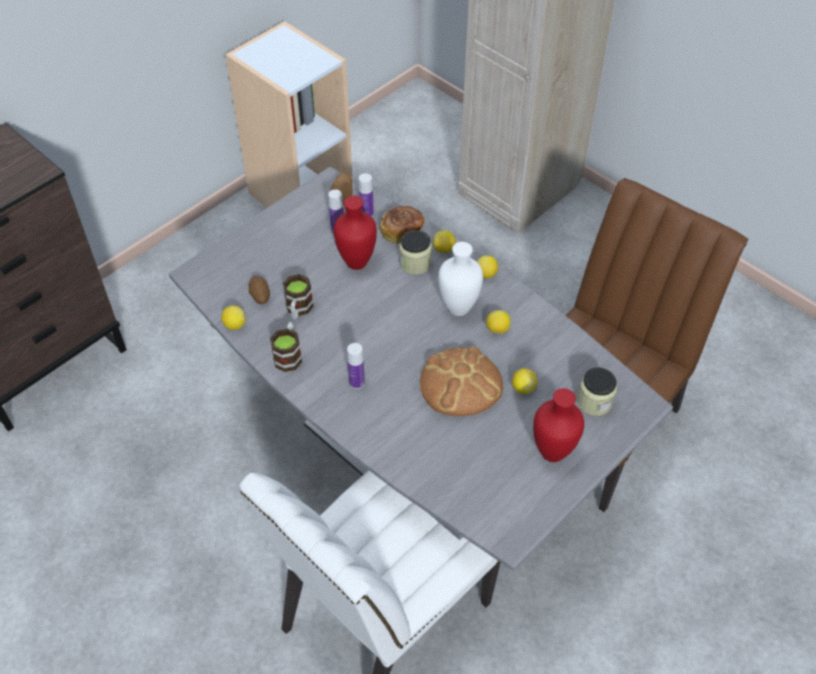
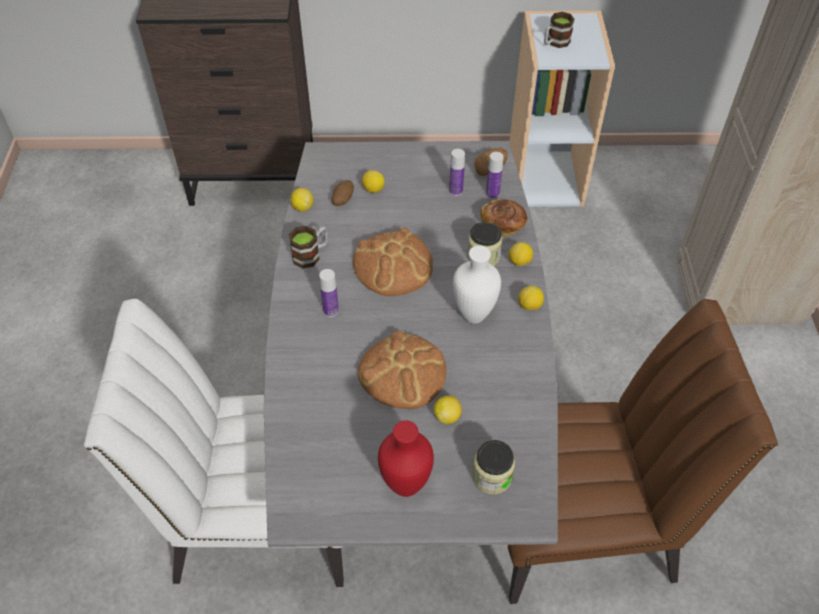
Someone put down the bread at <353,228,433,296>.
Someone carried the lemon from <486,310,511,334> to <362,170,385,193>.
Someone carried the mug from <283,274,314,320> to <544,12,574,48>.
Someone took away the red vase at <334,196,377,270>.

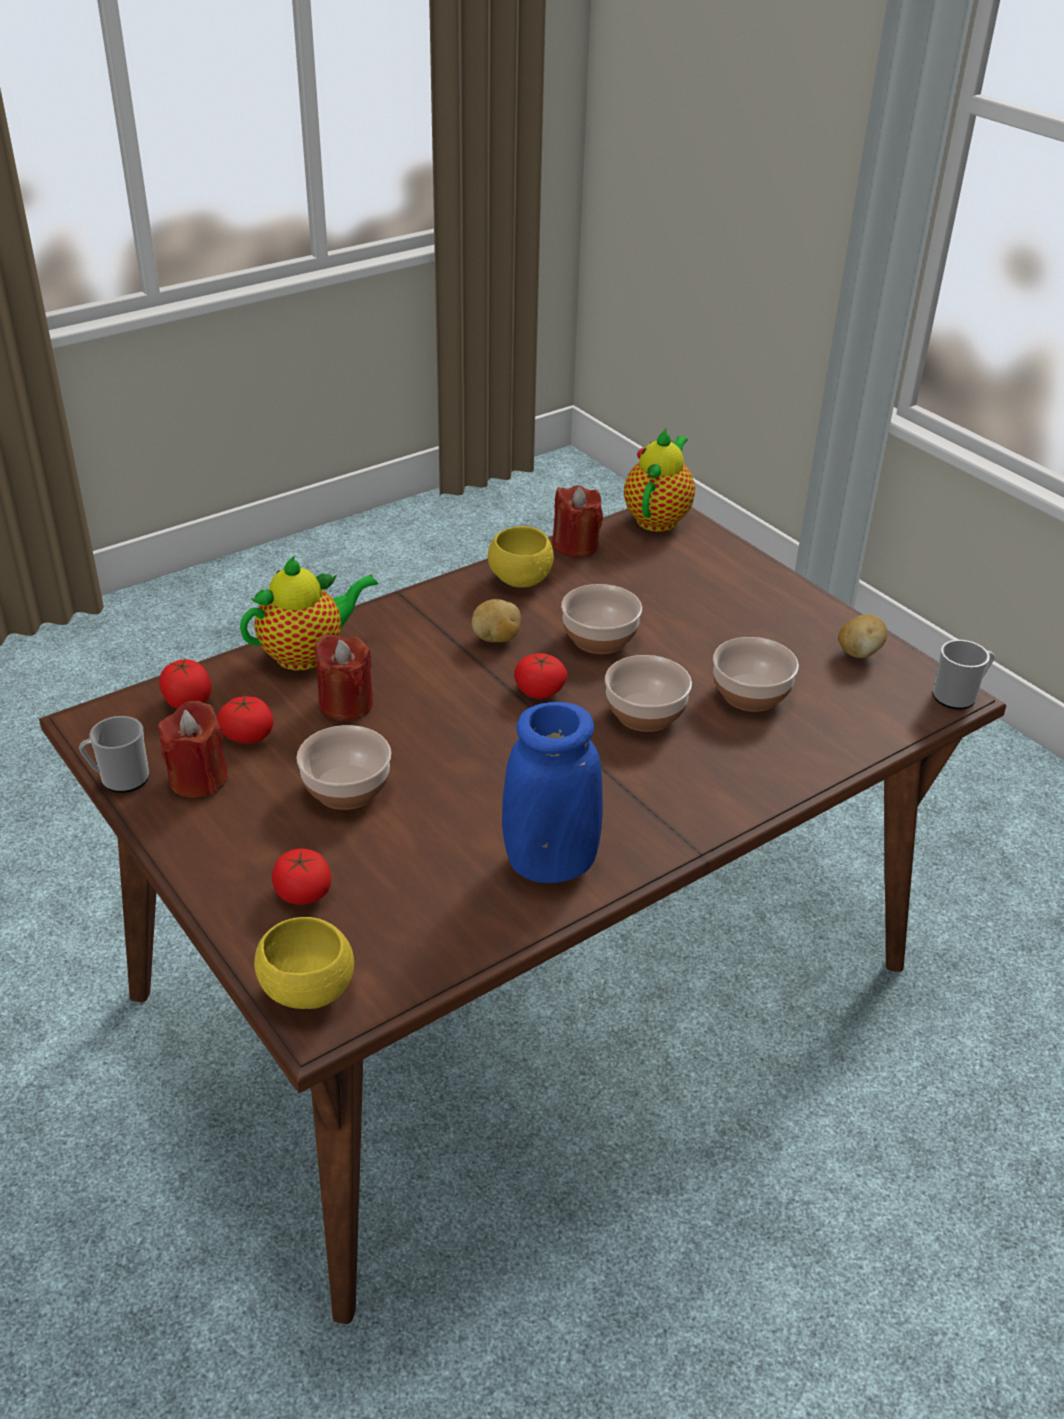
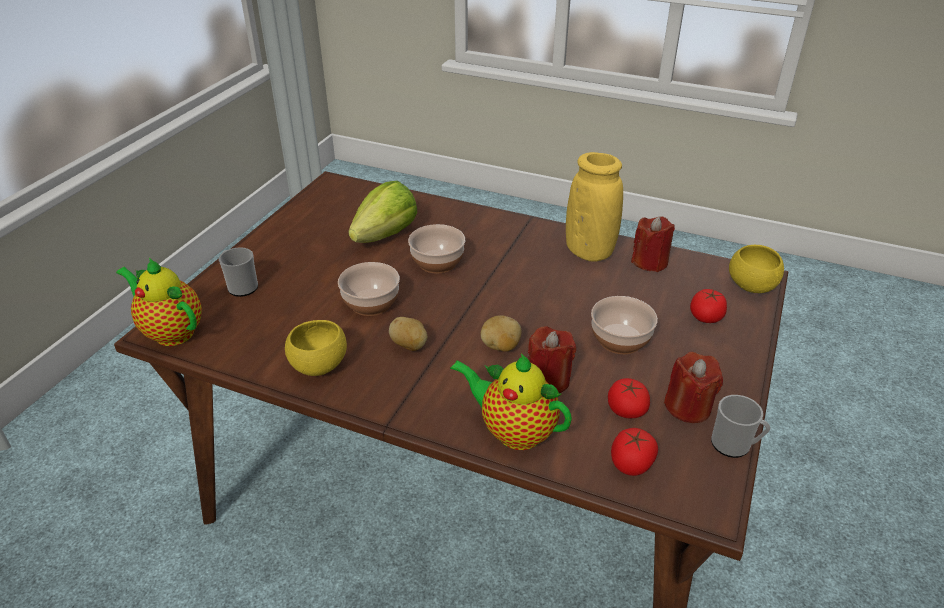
Someone rotated the teapot at <624,429,695,532> by 45 degrees clockwise.
Someone carried the mug from <933,640,995,710> to <219,247,258,297>.
Someone swapped the bowl at <713,637,799,712> for the lettuce at <348,181,417,243>.
Someone carried the potato from <838,614,887,658> to <481,315,521,352>.
Someone repainted the blue vase at <502,702,603,883>, which became the yellow vase at <566,152,623,262>.
Someone carried the red candle from <553,485,603,558> to <631,216,675,272>.
Someone took away the tomato at <514,653,567,699>.

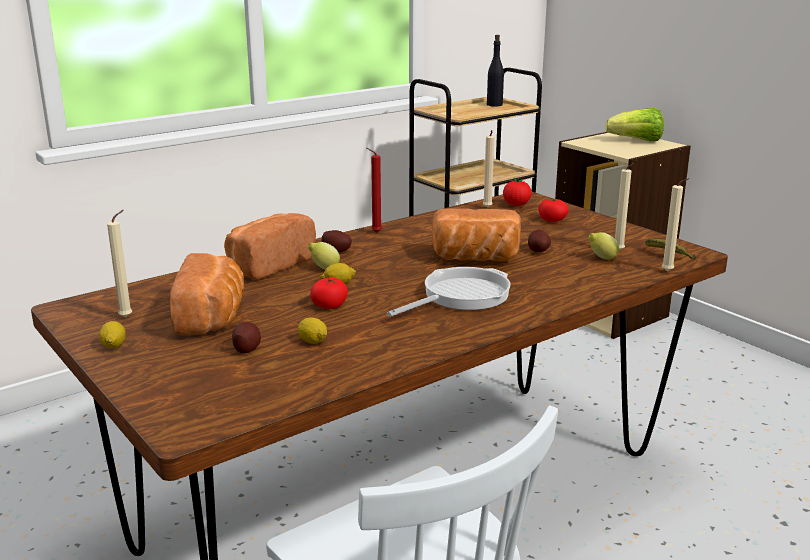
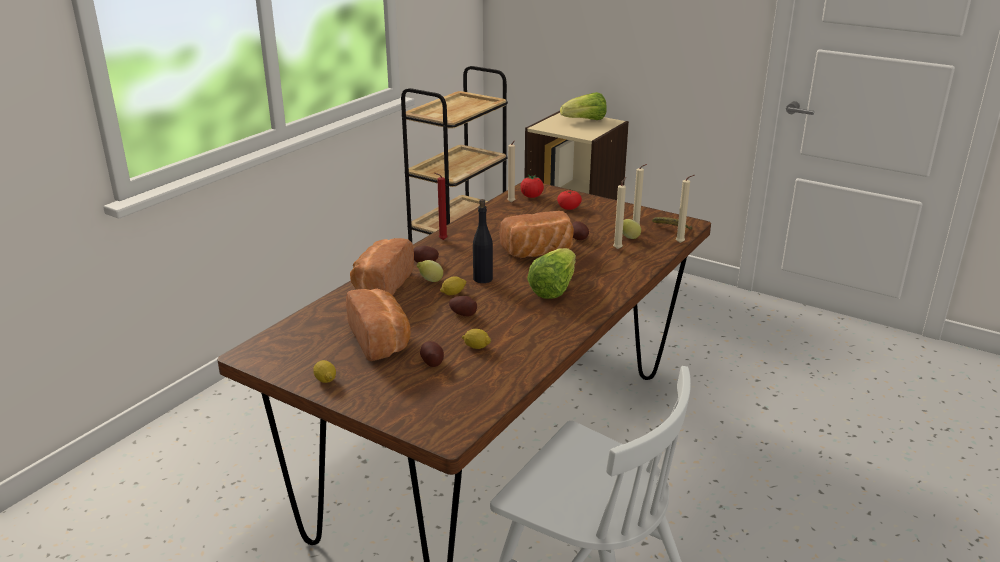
Someone swapped the tomato at <310,278,348,309> for the potato at <449,296,477,316>.
Someone carried the black bottle from <487,35,504,107> to <473,199,493,283>.
Someone swapped the frying pan at <387,267,511,317> for the lettuce at <527,248,576,299>.
Someone carried the beige candle from <107,210,132,317> to <613,177,626,249>.

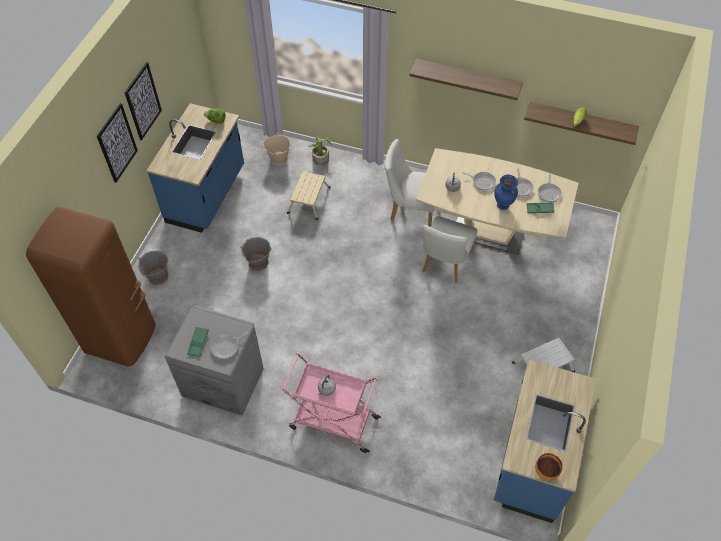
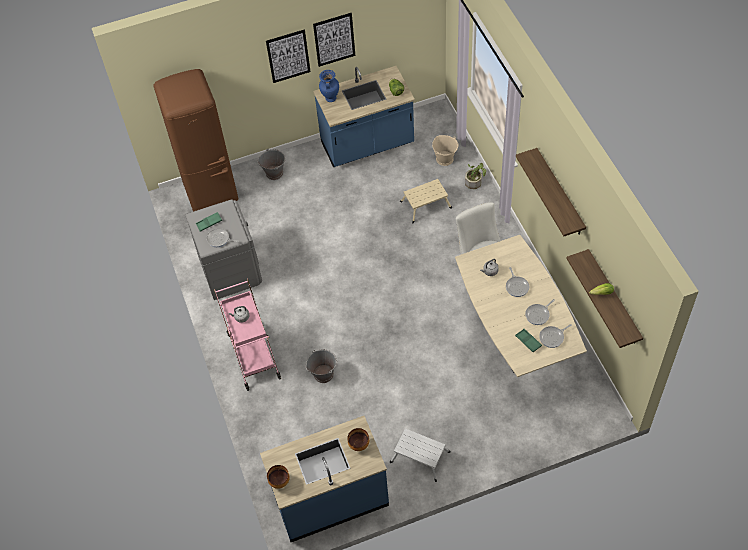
Someone carried the grey bucket from <240,237,272,271> to <306,349,337,383>.
Someone carried the blue vase from <494,175,518,210> to <319,70,339,102>.
Someone put down the bowl at <347,428,369,451>.
Someone took away the white chair at <422,216,478,283>.

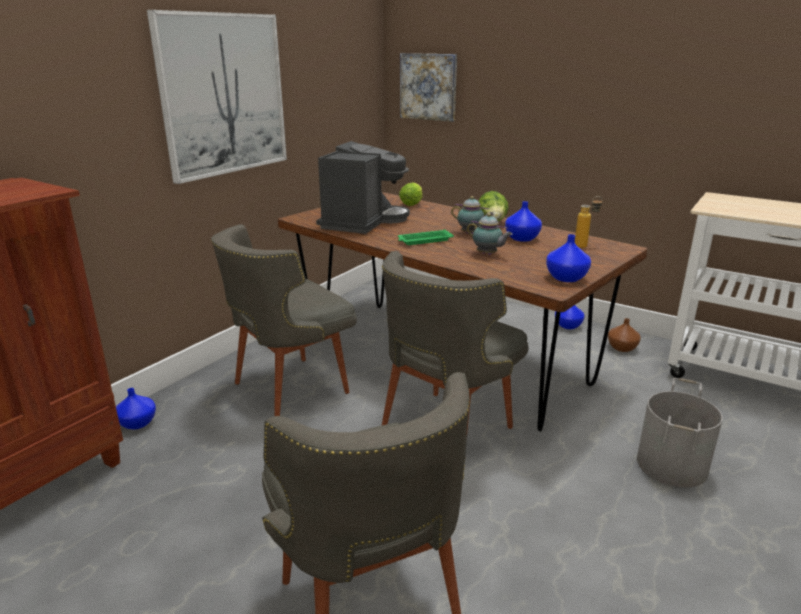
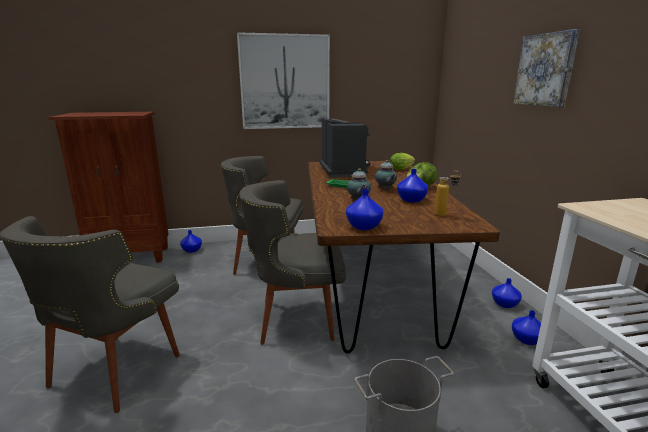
Someone rotated the coffee machine at <316,141,410,234> by 75 degrees counterclockwise.
Someone repainted the brown vase at <608,318,641,352>, which became the blue vase at <512,310,541,345>.
Someone carried the picture from <400,53,457,122> to <513,29,580,107>.

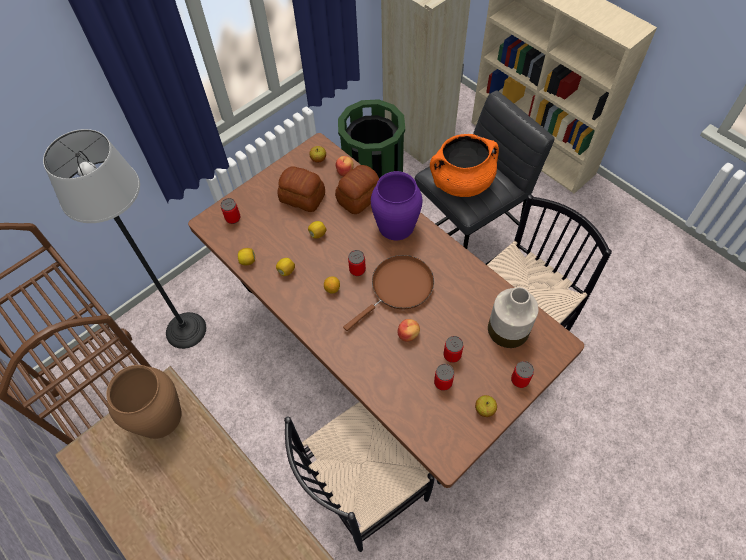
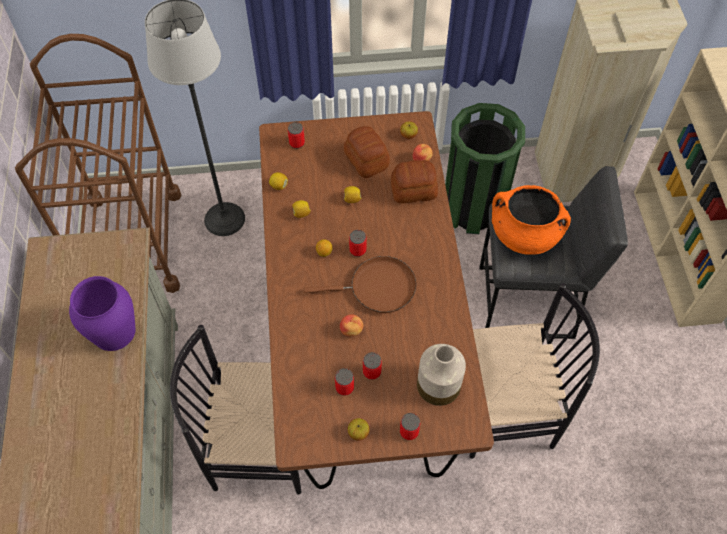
Someone carried the purple vase from <371,171,422,240> to <69,276,136,351>.
Someone took away the brown vase at <106,365,182,439>.

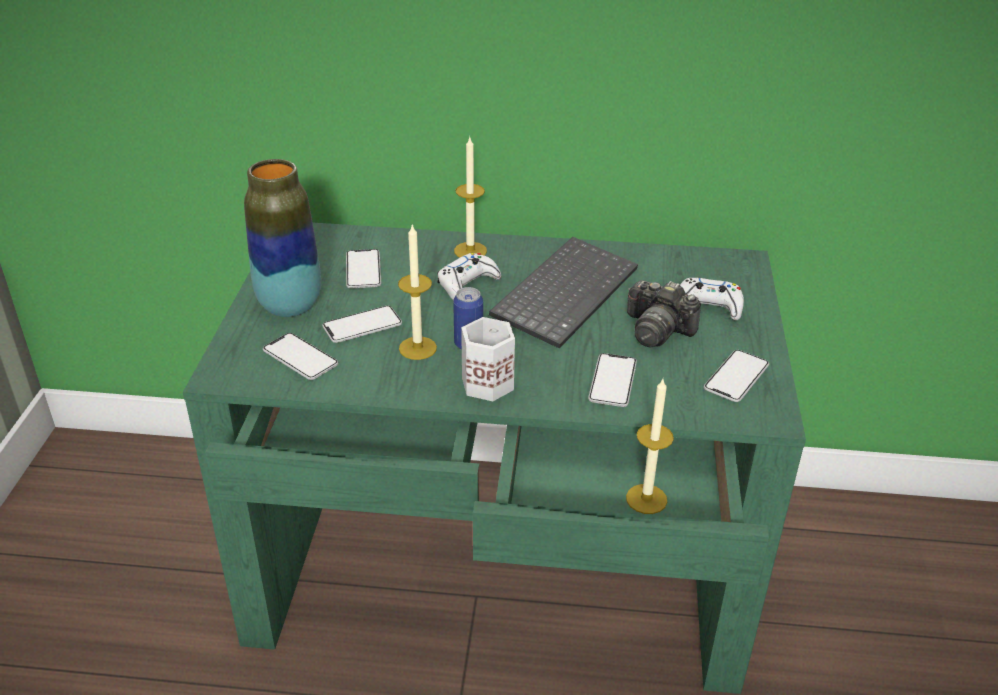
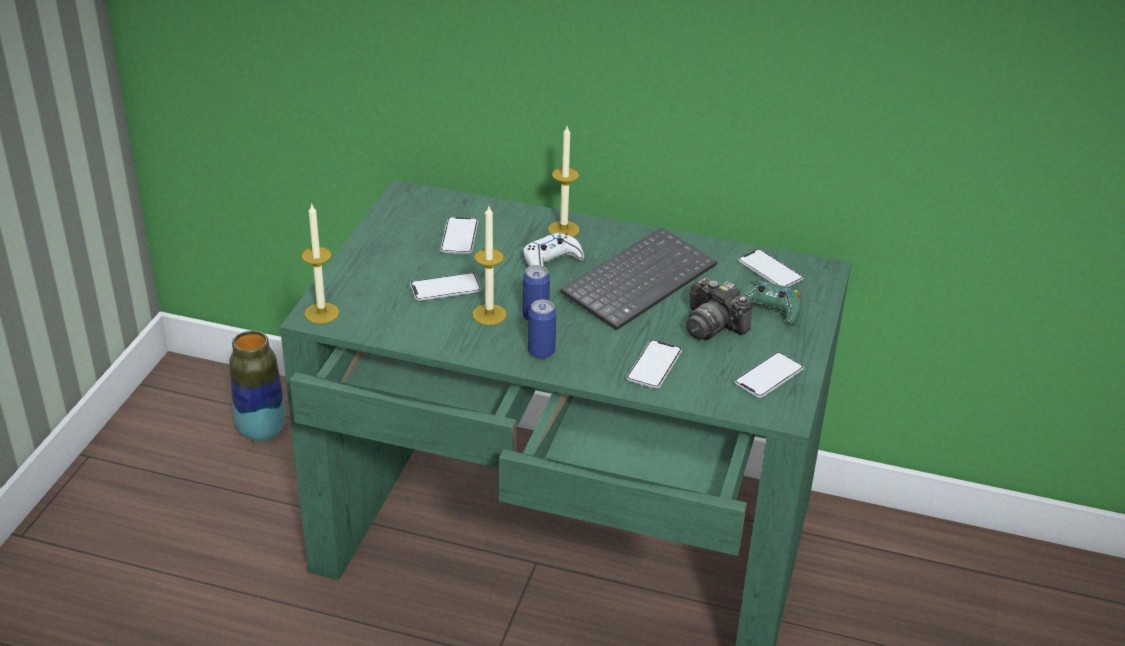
Someone carried the vase from <244,159,321,317> to <229,331,286,442>.
Someone carried the candle from <626,379,674,514> to <301,204,339,324>.
Someone swapped the white mug at <461,317,515,401> for the can at <528,299,556,359>.
Someone carried the phone from <263,333,339,380> to <738,249,804,287>.
Someone repainted the white game controller at <680,278,744,320>, which became the green game controller at <740,280,802,325>.

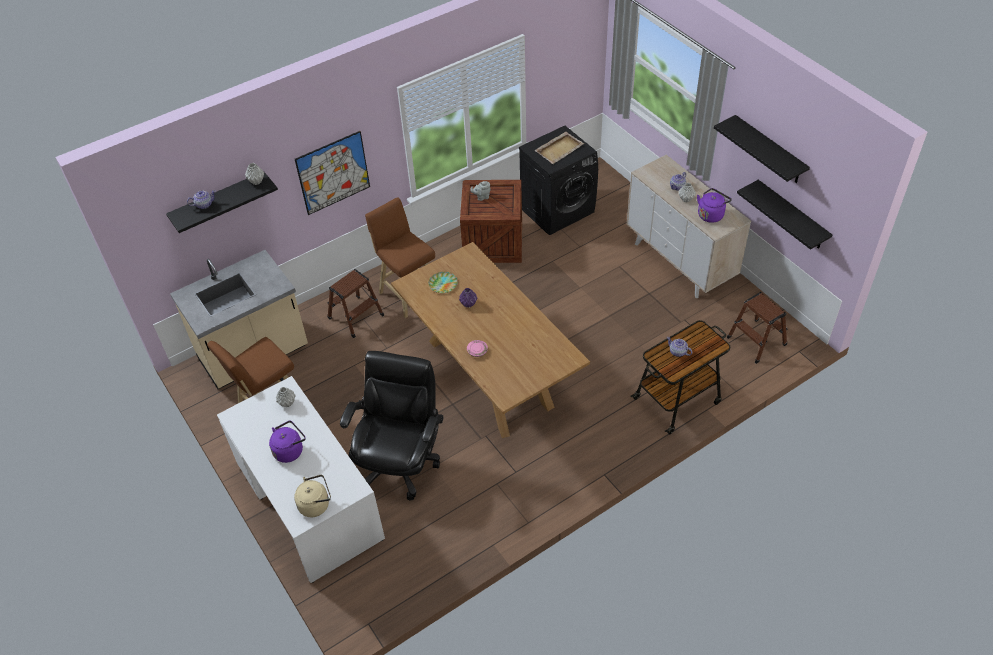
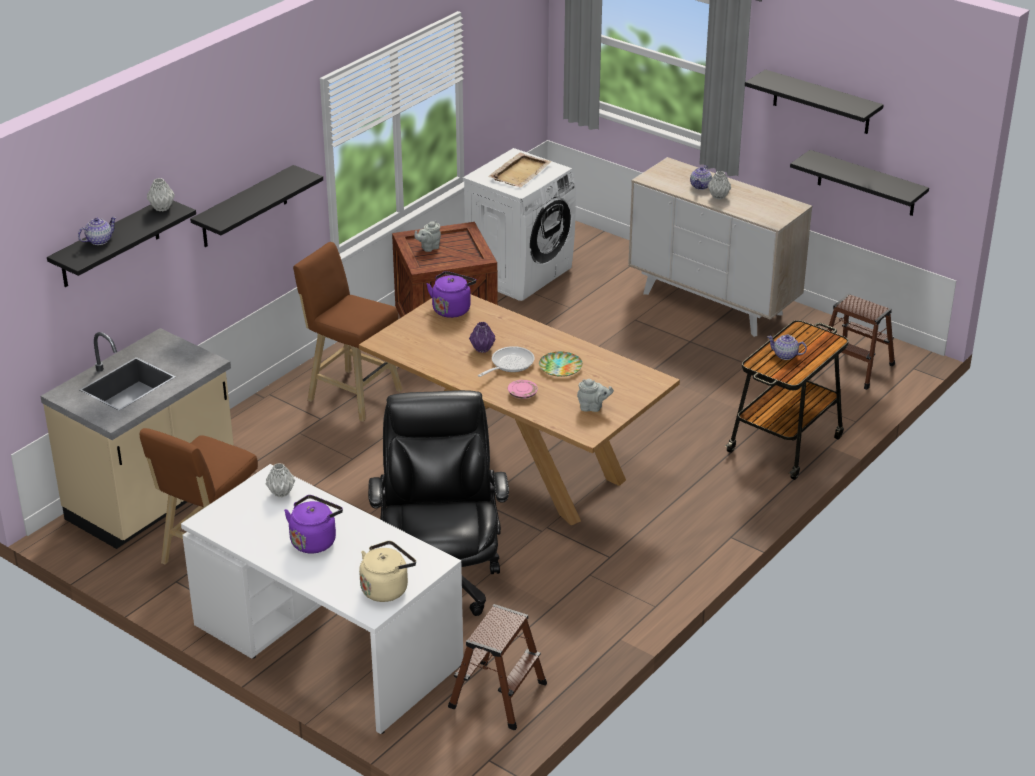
Someone swapped the picture at <295,131,370,215> for the black shelf at <190,165,323,247>.
Someone carried the purple kettle from <697,188,732,223> to <427,271,476,318>.
Someone carried the brown step ladder from <327,269,384,338> to <448,604,547,730>.
Someone repainted the black washing machine at <519,126,598,235>, which became the white washing machine at <463,148,576,301>.
Someone put down the frying pan at <478,346,534,377>.
Someone carried the plate from <428,272,458,293> to <539,352,583,377>.
Someone put down the grey teapot at <577,379,614,412>.

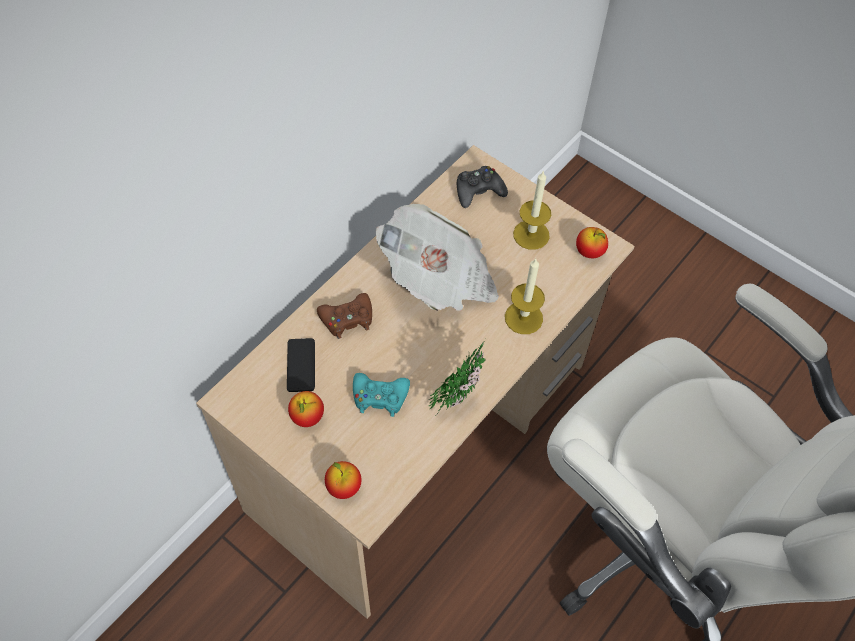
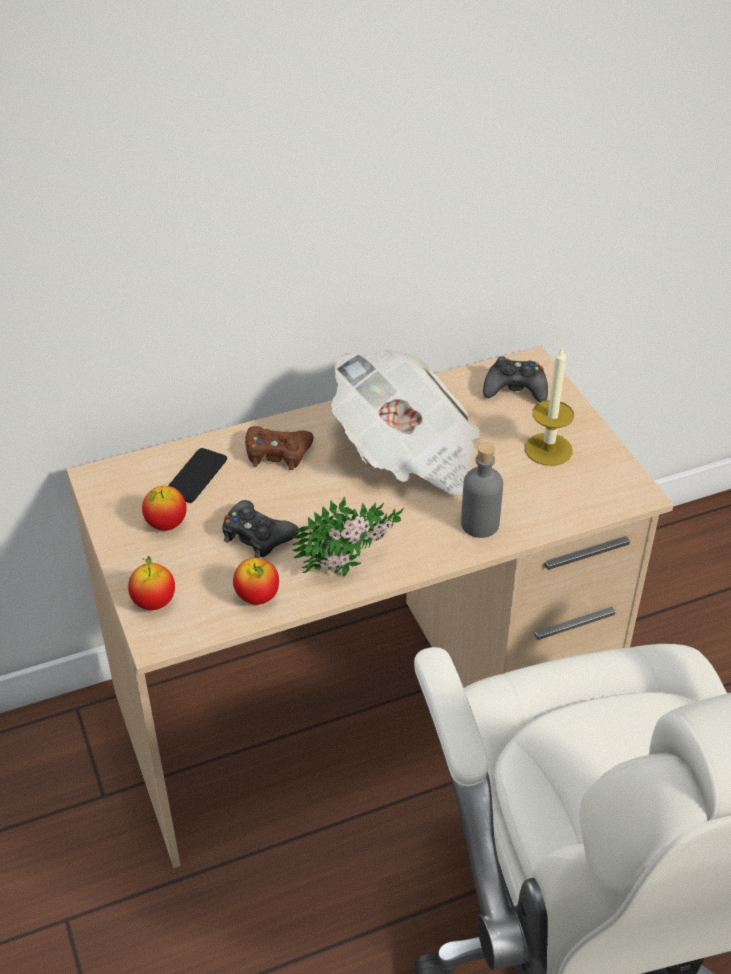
Someone repainted the turquoise game controller at <353,373,410,417>, which became the black game controller at <222,500,299,558>.
Someone carried the apple from <576,227,608,258> to <233,558,279,605>.
Someone swapped the candle at <505,259,545,334> for the grey bottle at <461,442,503,538>.

